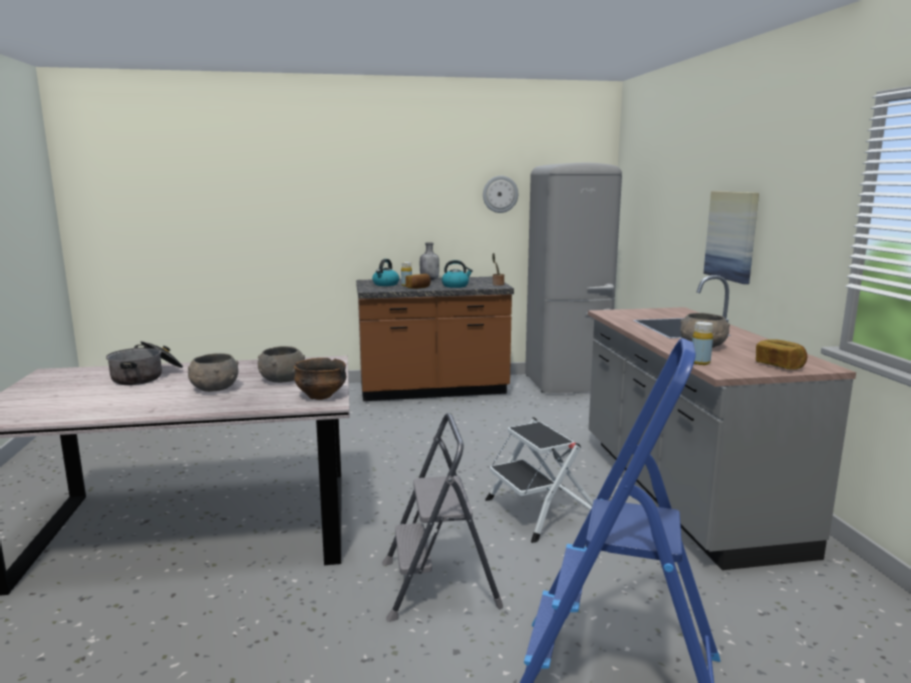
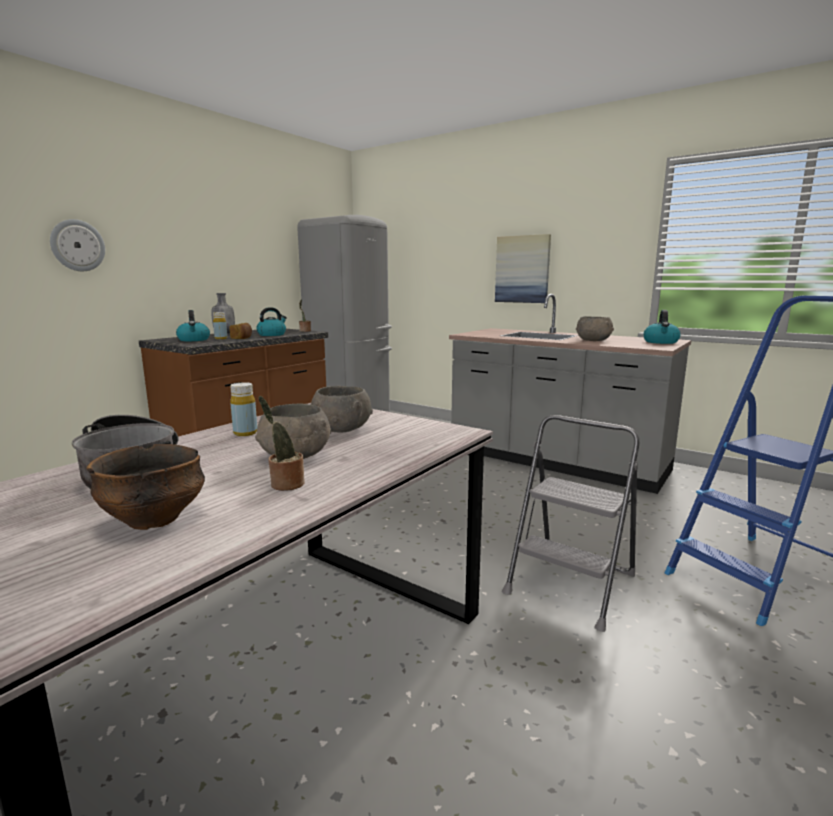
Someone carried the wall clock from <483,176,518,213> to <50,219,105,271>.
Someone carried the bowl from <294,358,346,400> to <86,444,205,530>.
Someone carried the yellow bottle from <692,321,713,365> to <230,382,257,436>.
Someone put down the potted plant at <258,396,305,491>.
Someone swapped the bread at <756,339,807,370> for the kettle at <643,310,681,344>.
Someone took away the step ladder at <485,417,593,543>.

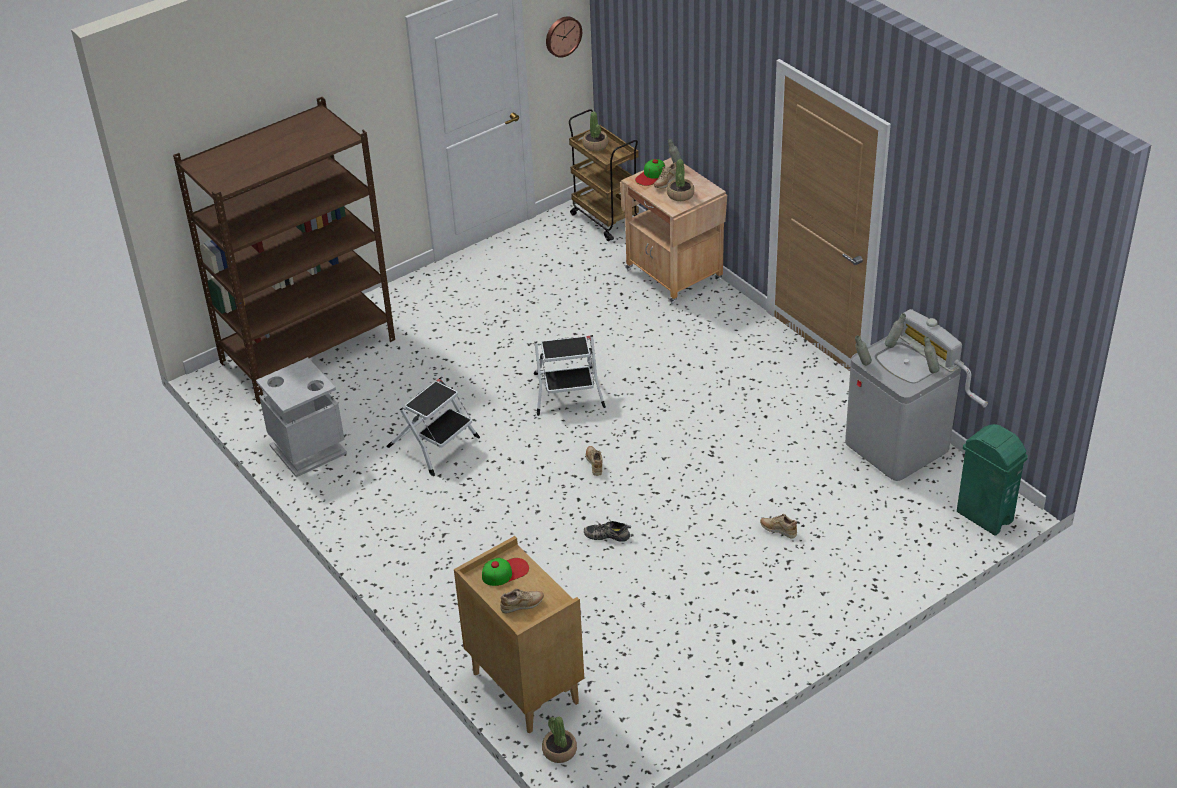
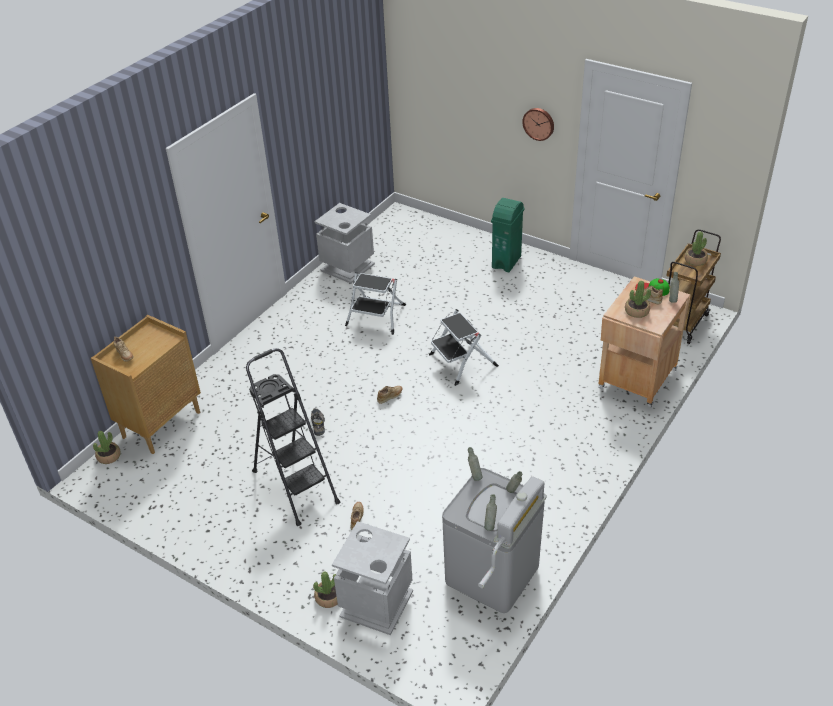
Someone put down the step ladder at <246,348,340,526>.
Someone put down the potted plant at <313,571,338,608>.
Someone put down the grey trash can at <332,521,413,635>.
Someone carried the green trash can from <957,424,1028,535> to <491,198,525,272>.
Someone carried the wall clock from <546,16,582,58> to <522,108,554,141>.
Someone took away the brown bookcase at <173,97,395,404>.
Someone took away the cap at <482,558,529,586>.

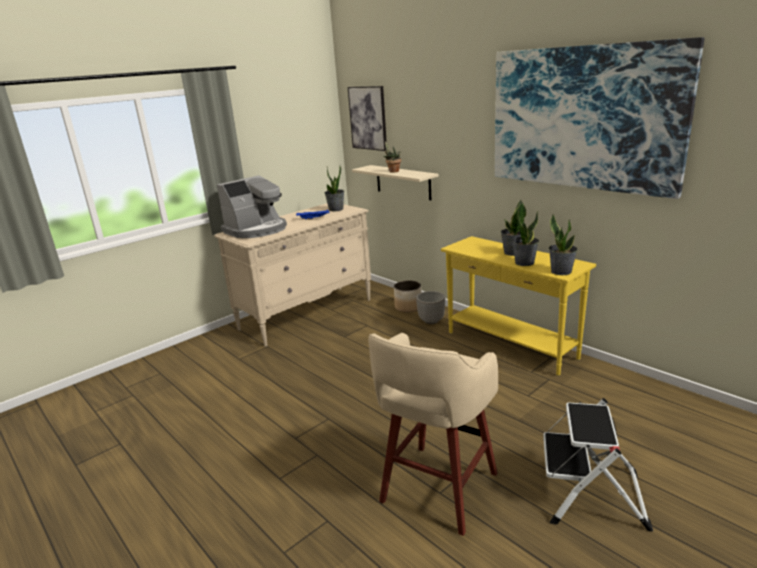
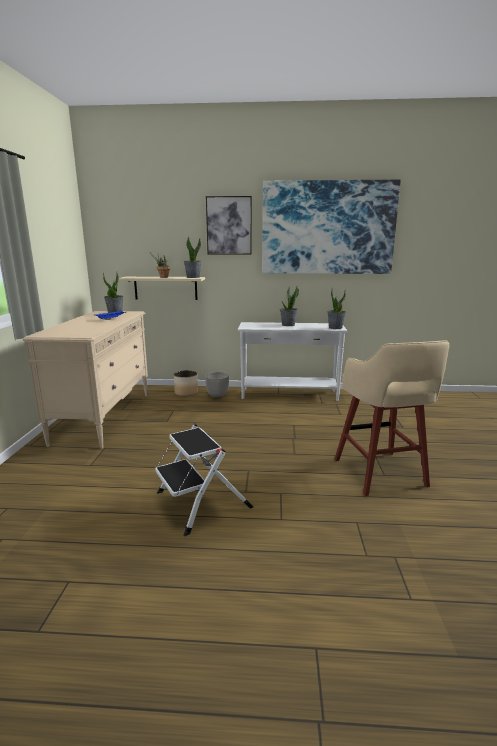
Someone carried the step ladder from <543,398,653,532> to <155,423,254,536>.
Someone carried the potted plant from <512,210,539,266> to <184,236,201,278>.
Someone carried the picture from <348,86,387,151> to <206,196,252,255>.
Someone repainted the yellow console table at <441,236,596,376>, which became the white console table at <238,322,348,402>.
Someone took away the coffee machine at <217,175,287,238>.

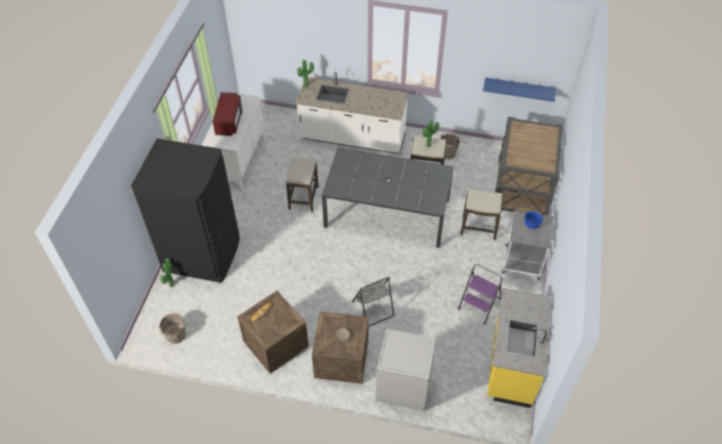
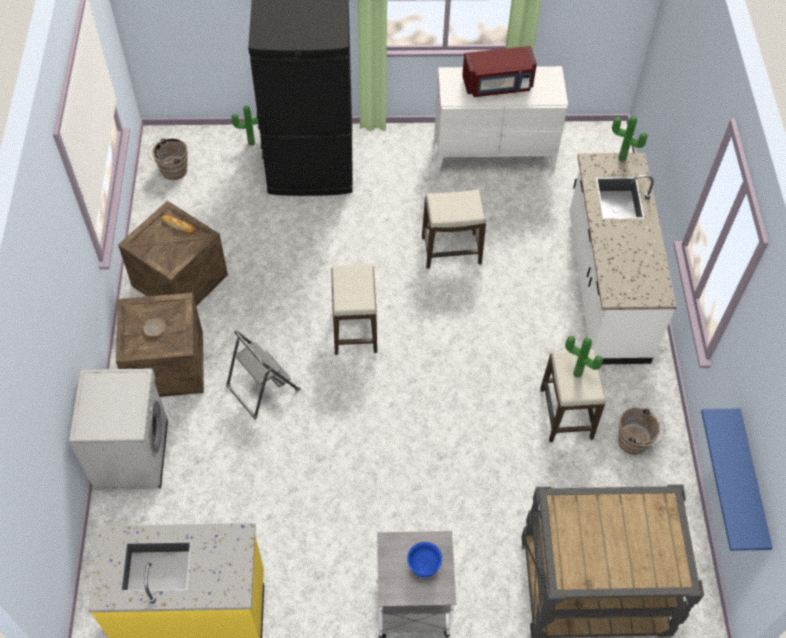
Someone carried the stool from <460,189,503,240> to <331,264,377,355>.
Someone took away the grey dining table at <322,148,454,248>.
Someone took away the purple step ladder at <457,264,503,324>.

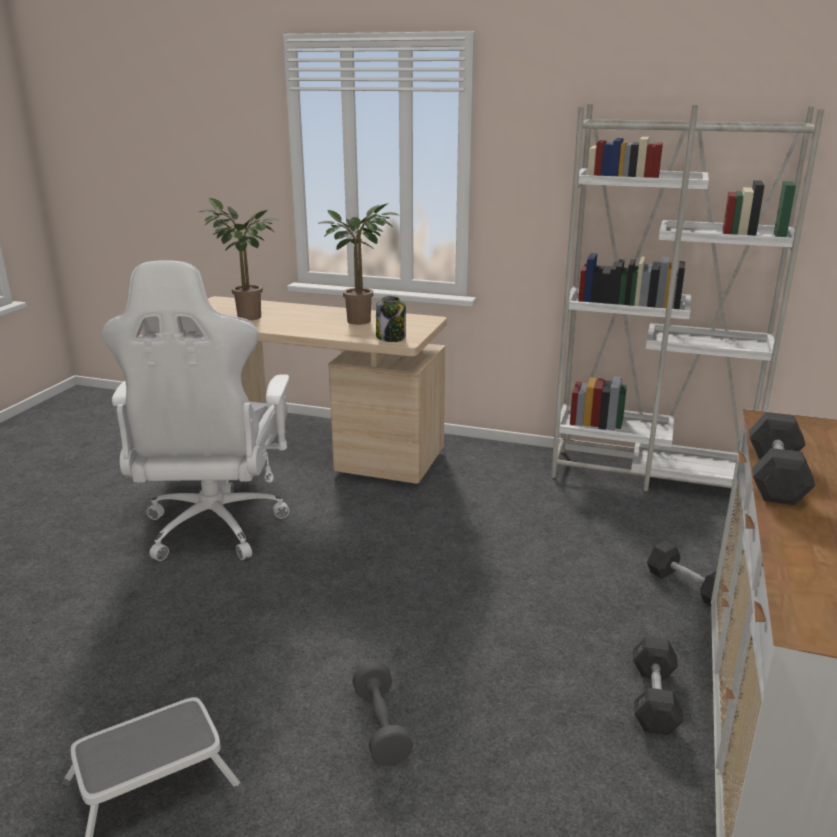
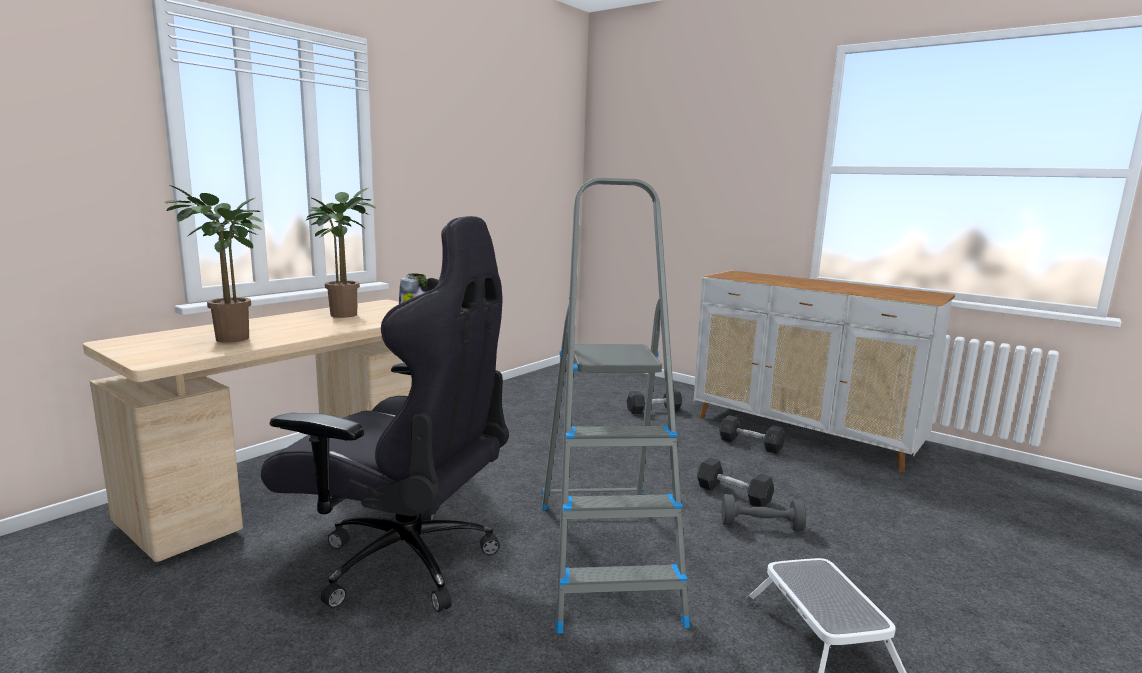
Someone repainted the white office chair at <102,260,290,561>, which became the black office chair at <261,216,509,612>.
Someone put down the grey step ladder at <542,178,690,634>.
Someone carried the grey dumbbell from <749,412,815,505> to <697,457,774,507>.
Someone took away the white bookcase at <551,104,824,491>.

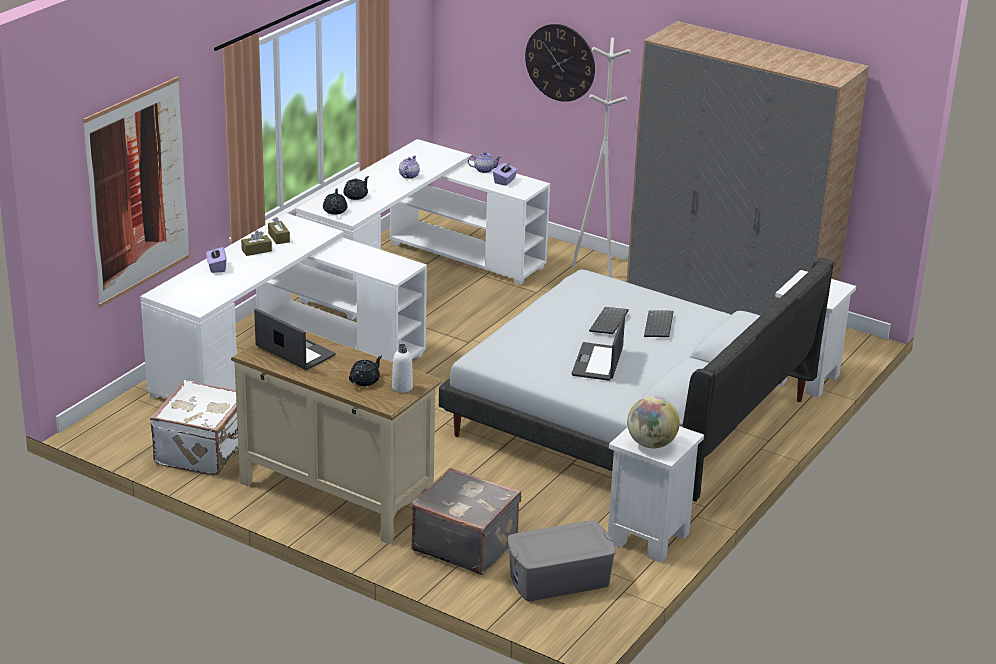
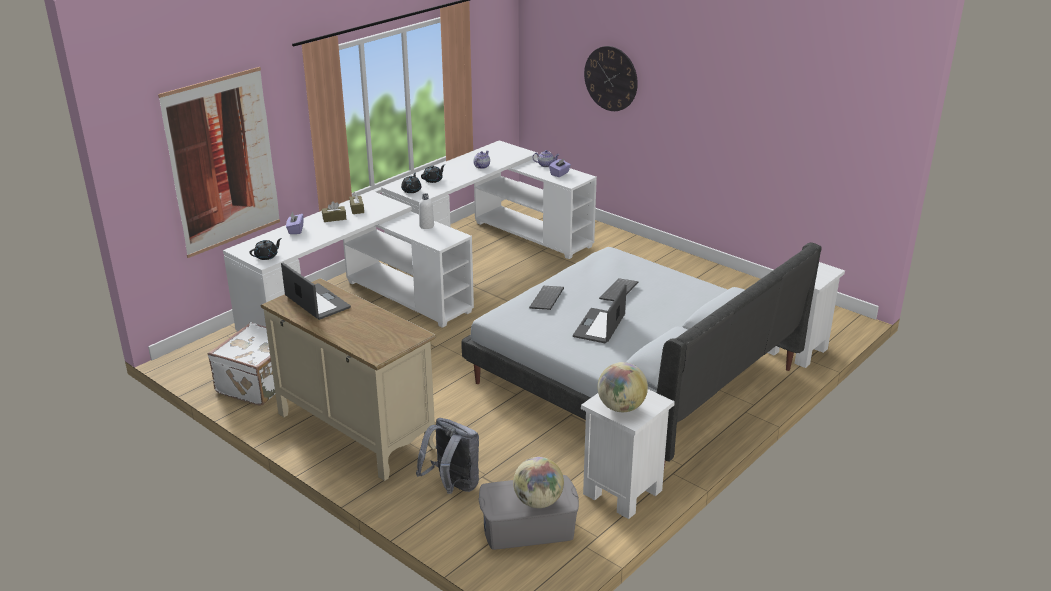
Someone carried the black teapot from <349,356,382,386> to <250,238,282,260>.
Someone swapped the grey suitcase at <411,468,521,575> for the grey backpack at <416,418,479,494>.
Someone carried the white bottle from <392,344,413,393> to <419,193,434,229>.
Someone put down the globe at <513,457,564,508>.
Someone carried the keyboard from <644,310,673,337> to <529,286,564,310>.
Someone took away the grey clothes rack at <572,38,631,278>.
Someone took away the grey wardrobe at <627,21,869,316>.

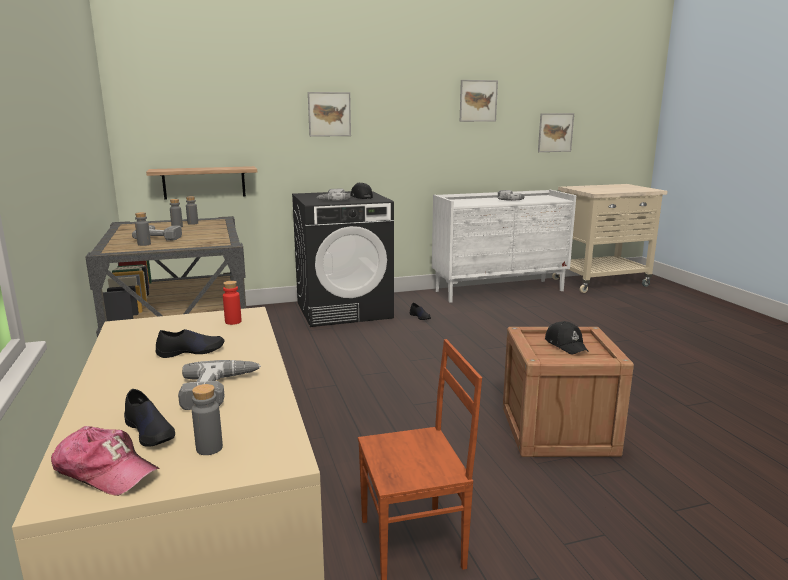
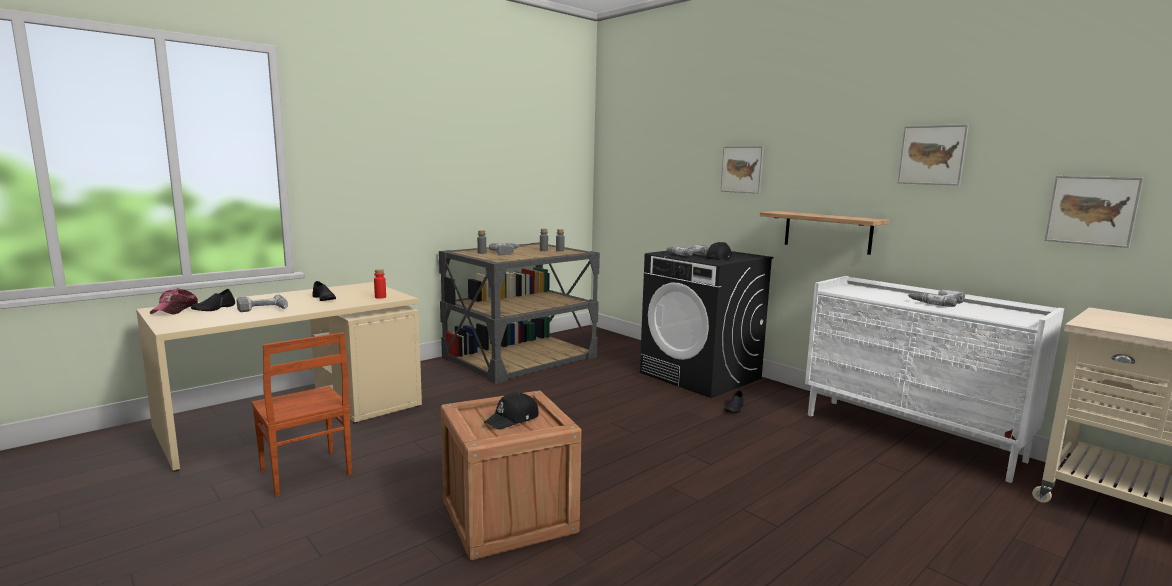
Someone carried the shelf from <146,166,257,200> to <760,211,889,255>.
Someone took away the grey bottle at <192,384,223,455>.

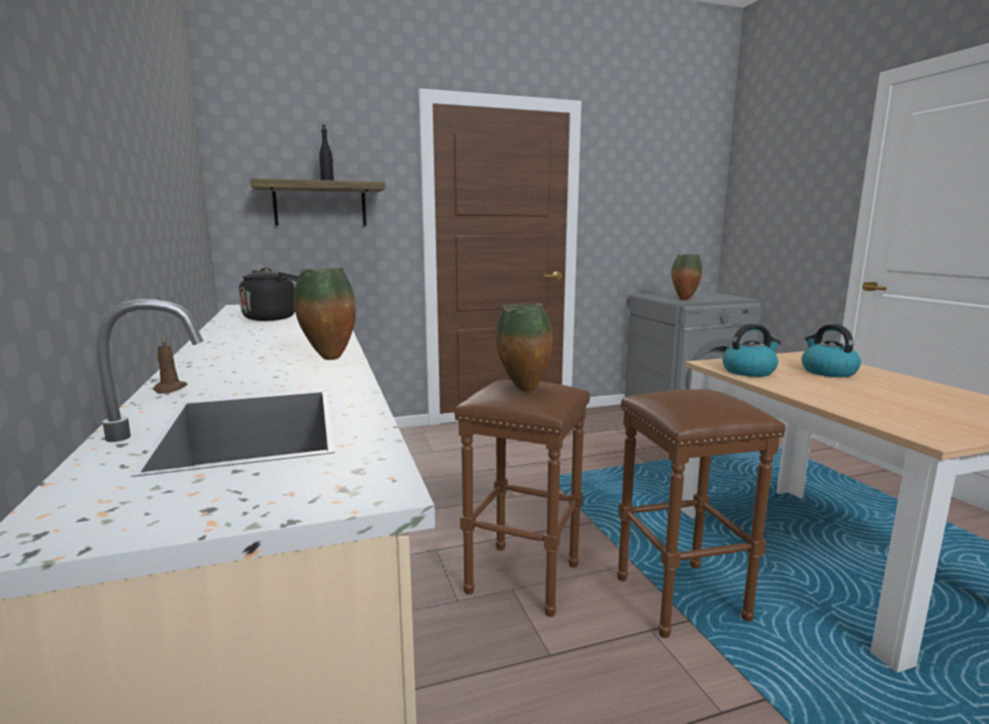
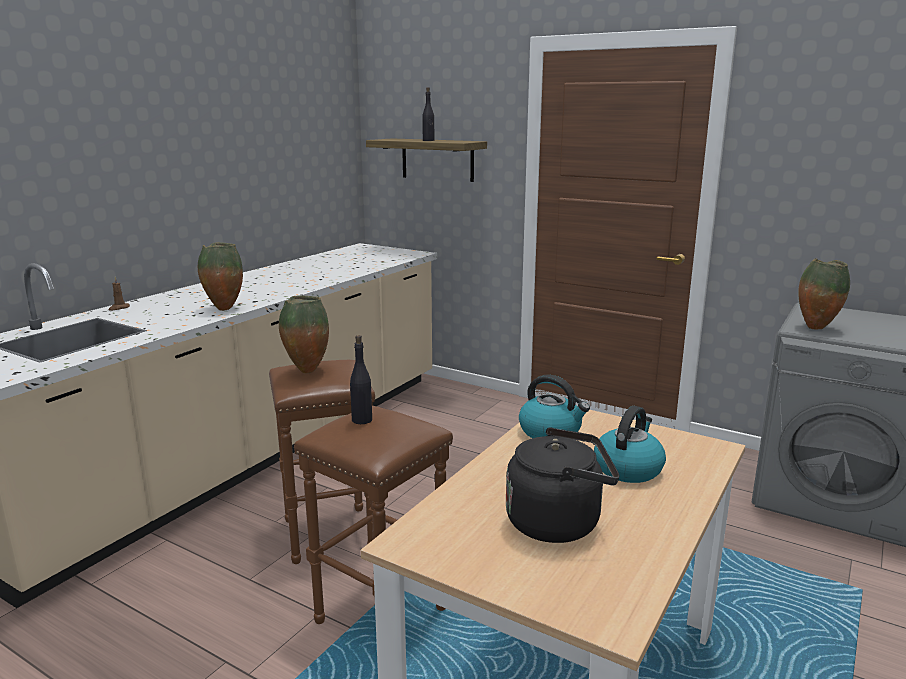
Someone put down the black bottle at <350,335,372,424>.
Someone carried the black kettle from <239,268,298,321> to <506,427,619,543>.

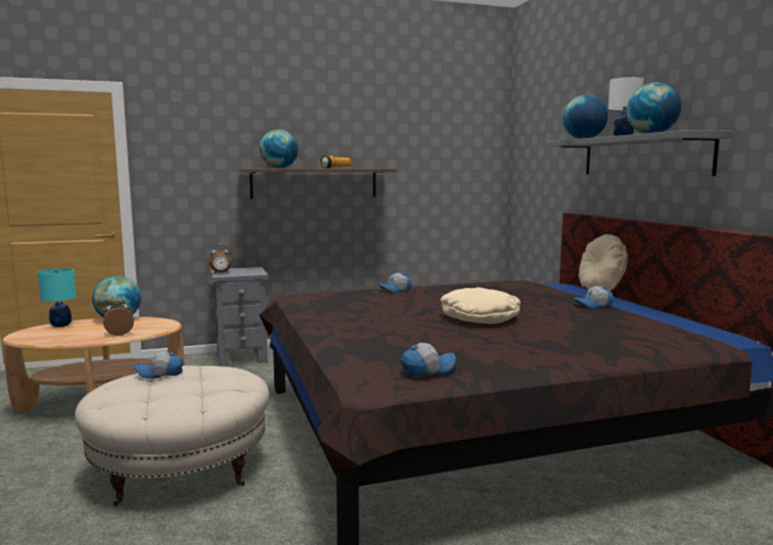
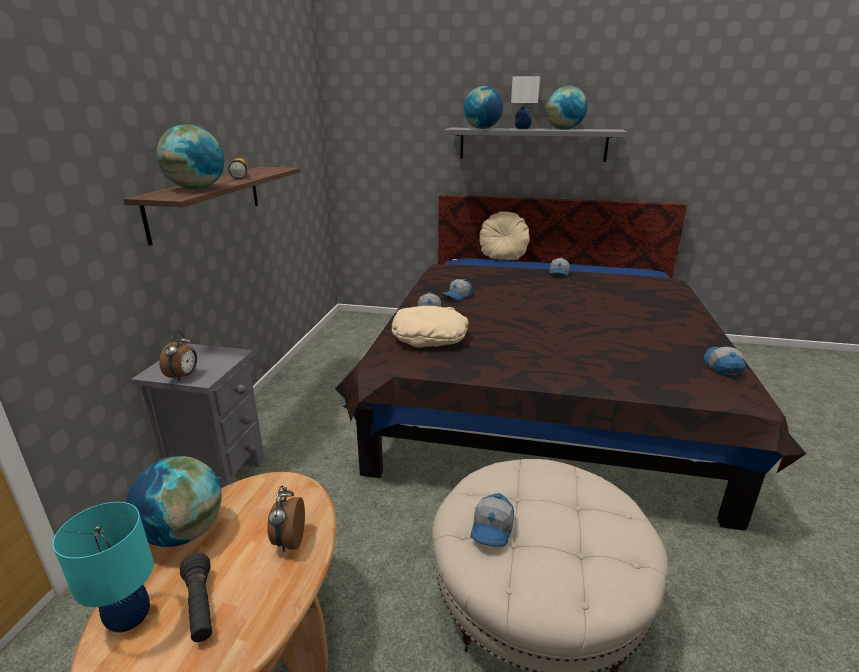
Someone put down the black flashlight at <180,553,212,642>.
Someone carried the beige pillow from <440,287,521,324> to <392,306,468,347>.
Someone put down the cap at <442,279,473,301>.

